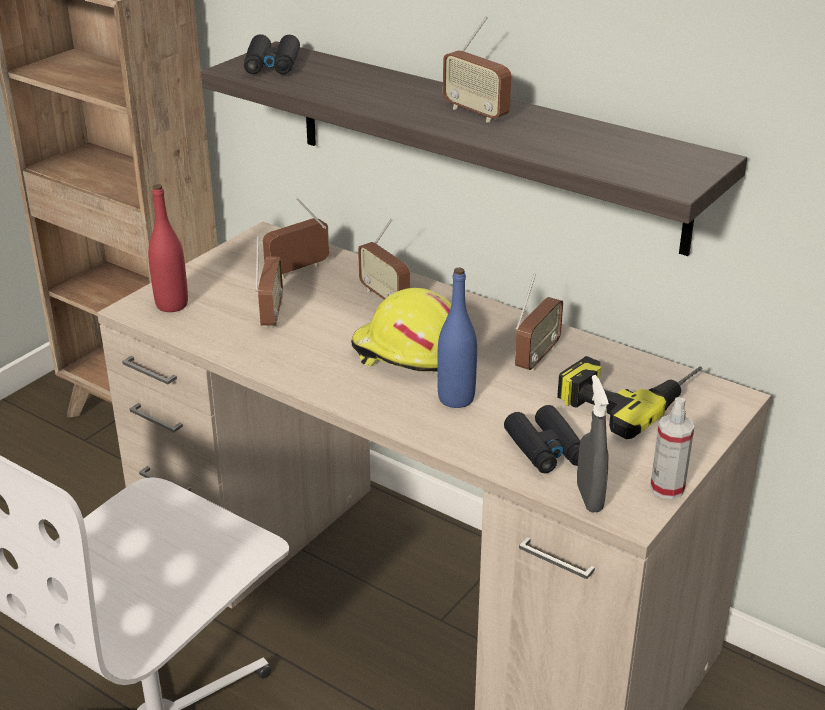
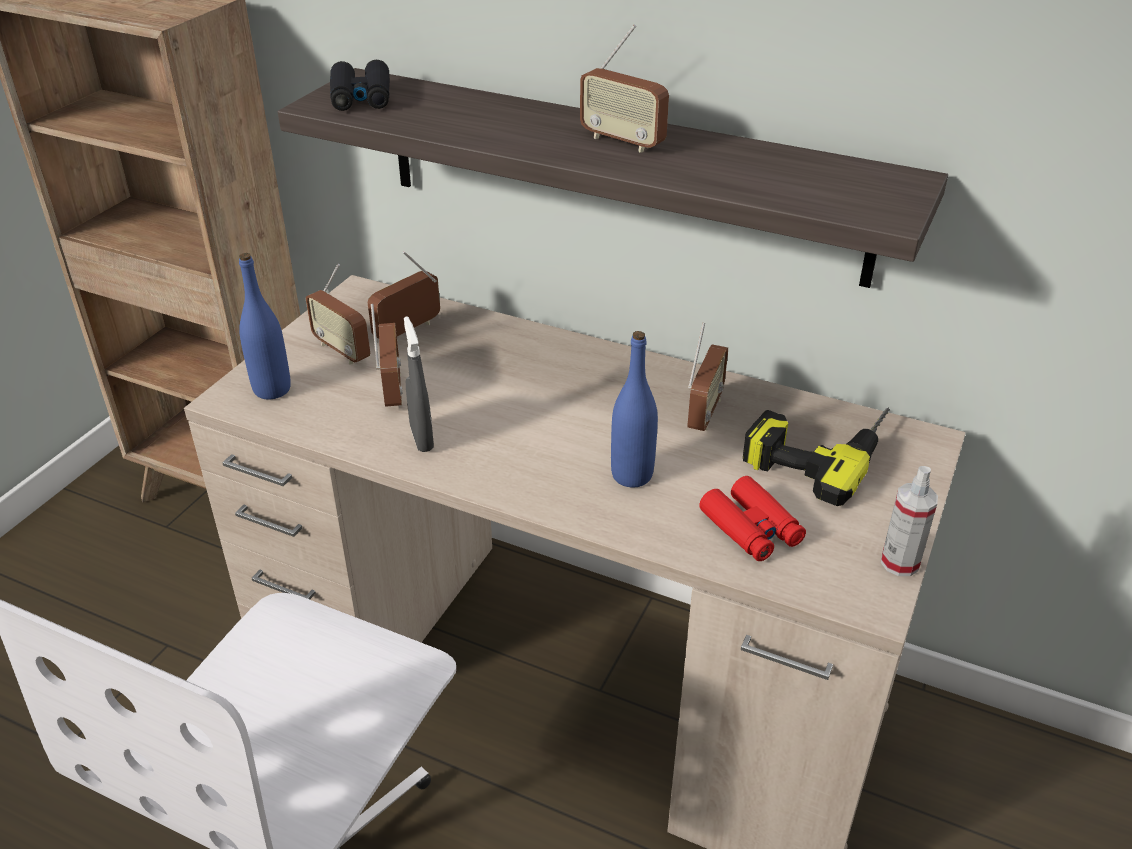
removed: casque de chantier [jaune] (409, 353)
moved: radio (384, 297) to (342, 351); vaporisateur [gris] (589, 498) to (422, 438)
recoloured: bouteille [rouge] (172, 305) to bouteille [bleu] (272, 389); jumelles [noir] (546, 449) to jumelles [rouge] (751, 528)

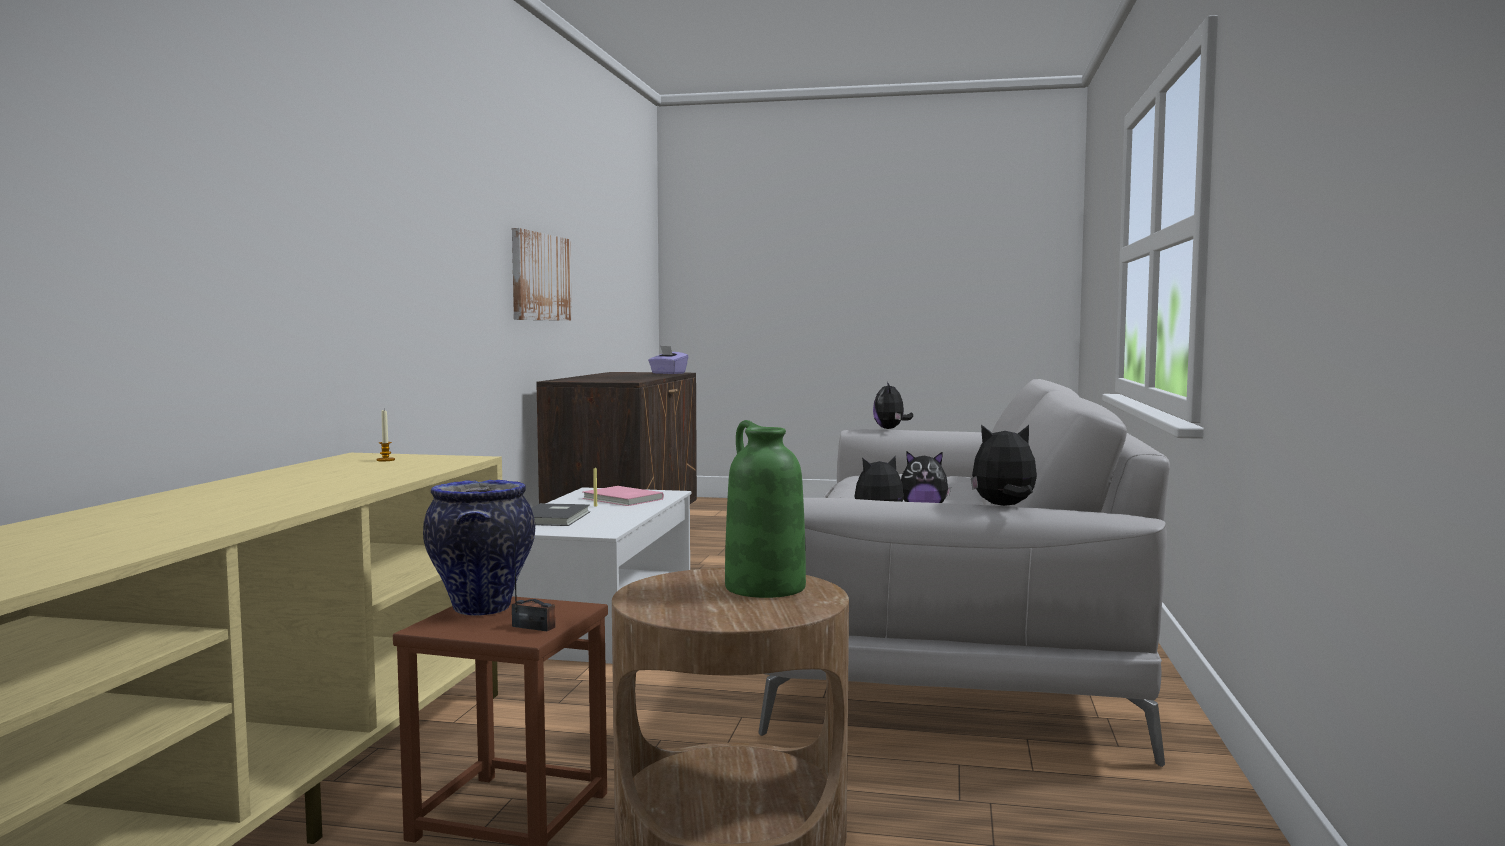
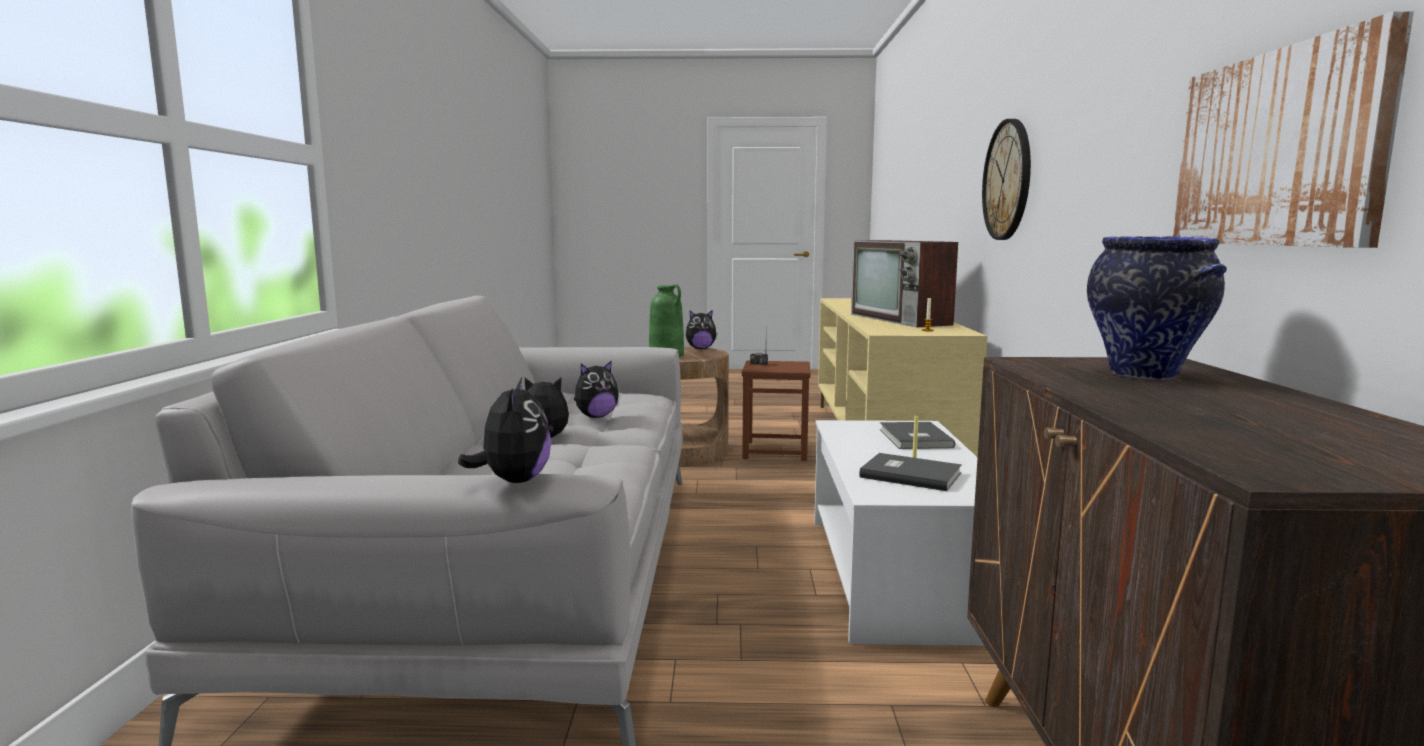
removed: boîte à mouchoirs [violet] (668, 373)
added: téléviseur (901, 320); horloge murale (1007, 180)
moved: peluche (1004, 506) to (700, 348); vase (481, 608) to (1145, 375)
recoloured: livre [rose] (622, 499) to livre [gris] (909, 474)

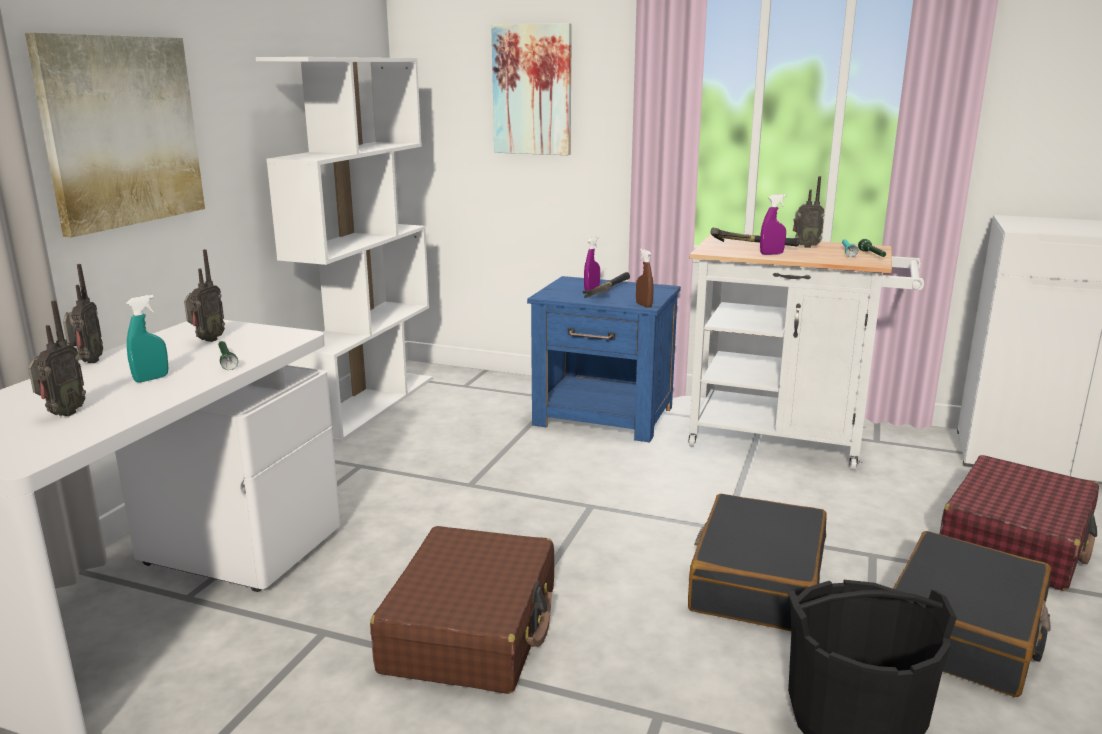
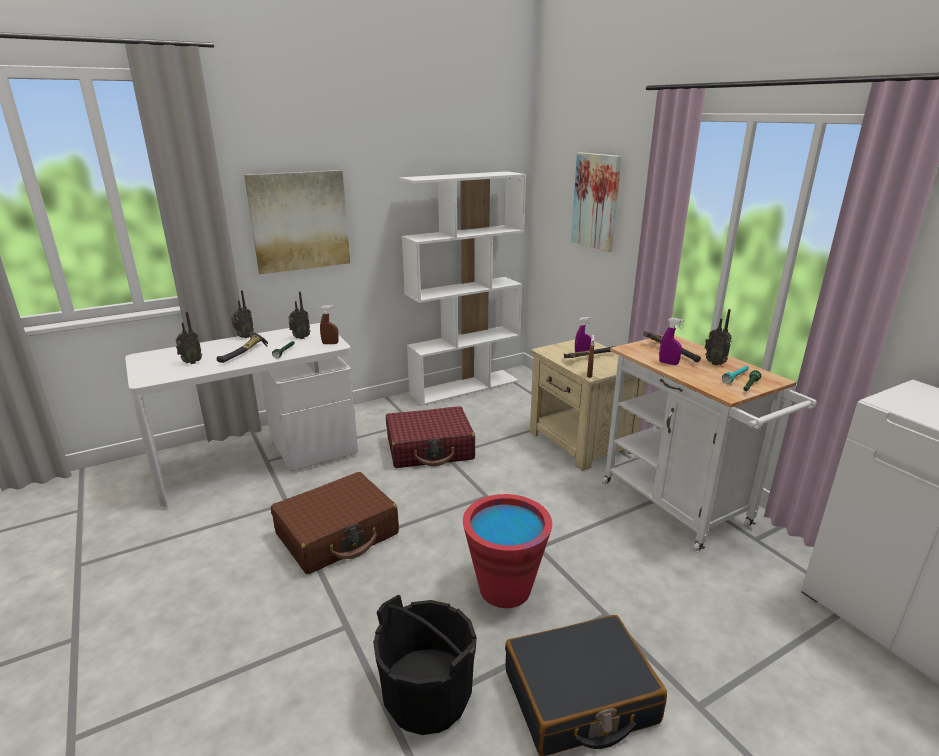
added: vaporisateur [marron] (330, 343)
moved: valise [rouge] (1015, 541) to (430, 449)
replaced: vaporisateur [turquoise] (151, 379) to marteau (245, 353); valise [noir] (756, 581) to seau [rouge] (505, 588)
recoloured: table de chevet [bleu] (605, 417) to table de chevet [beige] (581, 442)

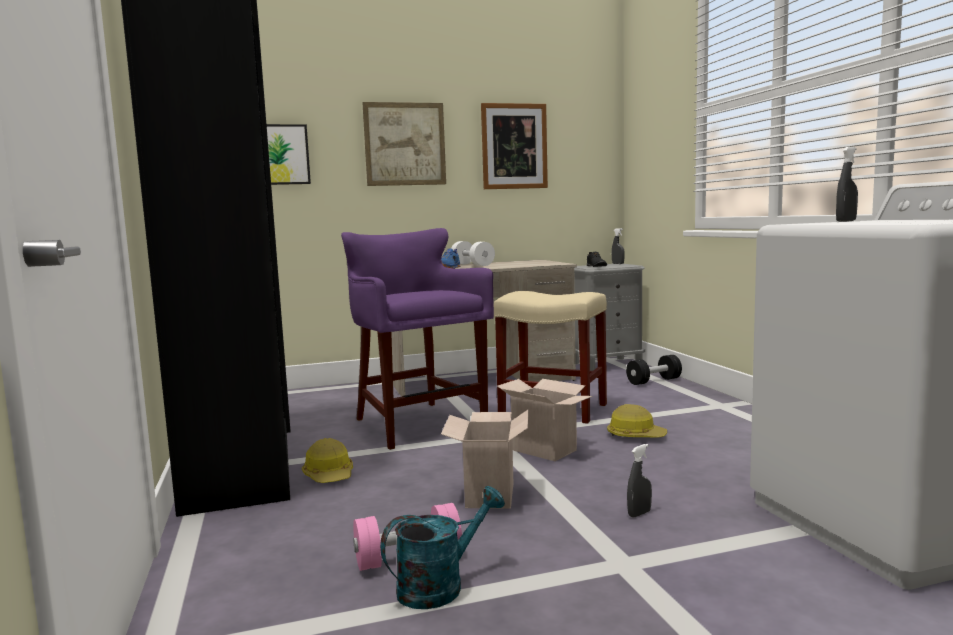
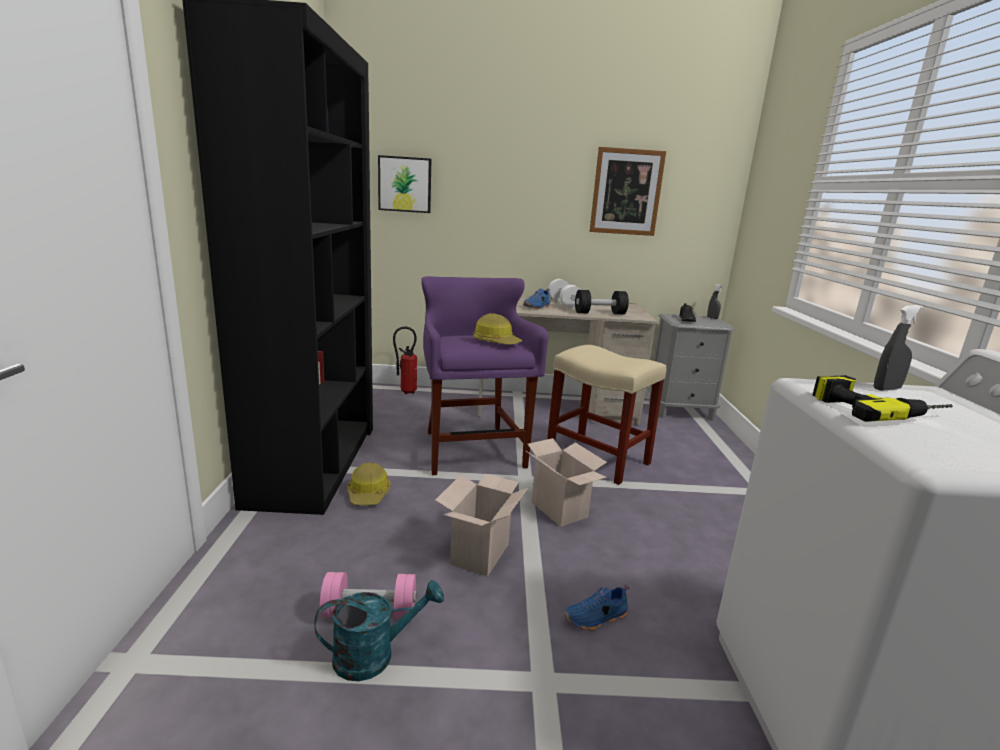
removed: tableau (405, 144)
added: extincteur (405, 392); perceuse (876, 408)
moved: casque de chantier (636, 436) to (496, 342); haltère [noir] (654, 381) to (600, 313)
replaced: vaporisateur [gris] (639, 513) to chaussure [bleu] (596, 618)

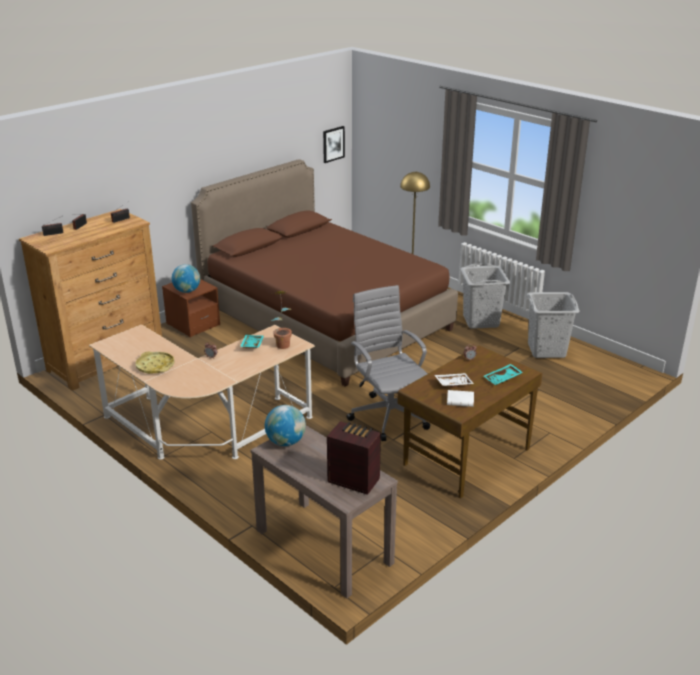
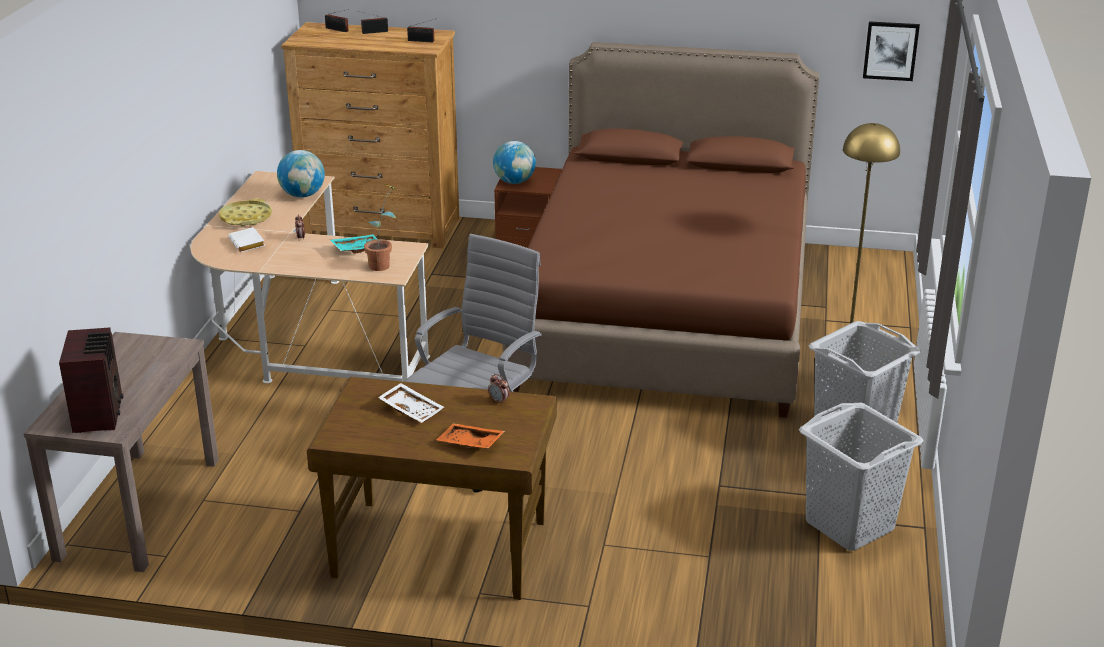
moved: livre [blanc] (461, 400) to (248, 244); globe (286, 442) to (302, 195)
recoloured: plateau [turquoise] (503, 379) to plateau [orange] (470, 444)

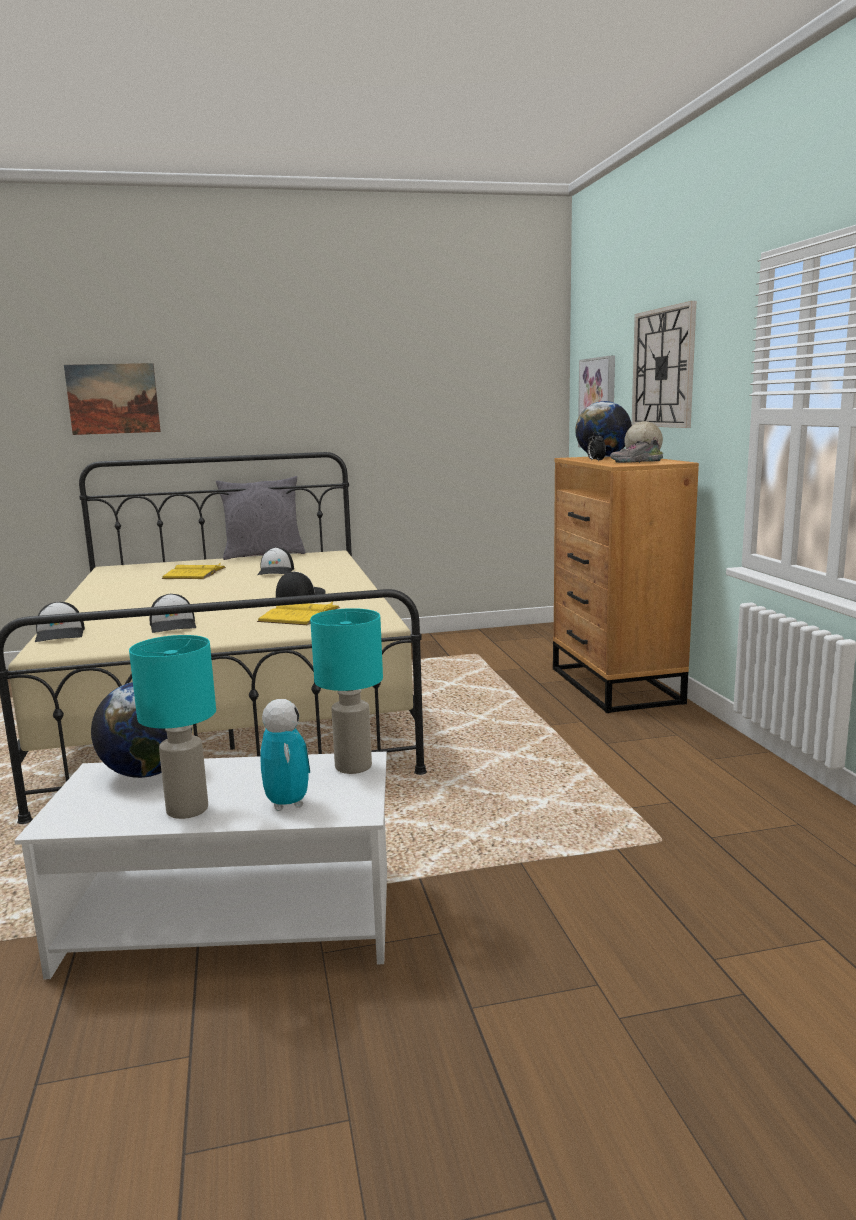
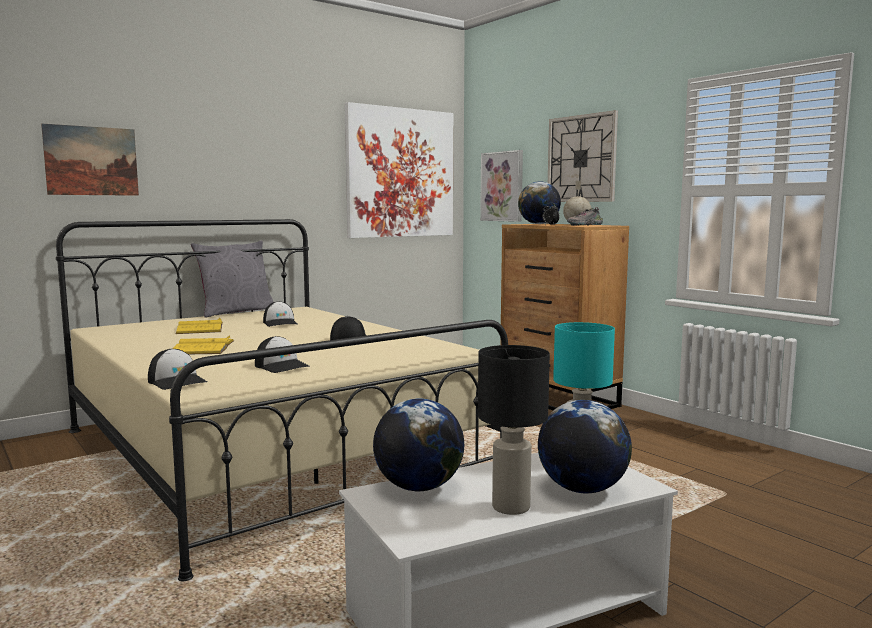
added: tableau (400, 173)
moved: livre [jaune] (299, 614) to (203, 347)
replaced: robot jouet (287, 804) to globe (582, 489)
recoloured: lampe de table [turquoise] (187, 809) to lampe de table [noir] (510, 507)

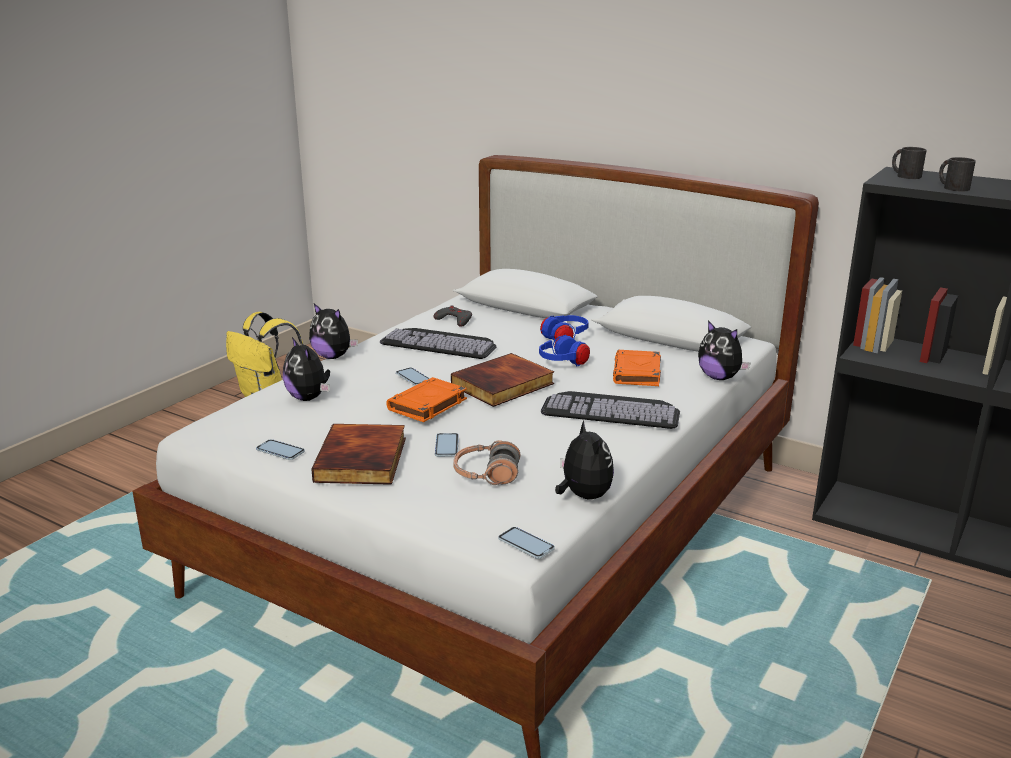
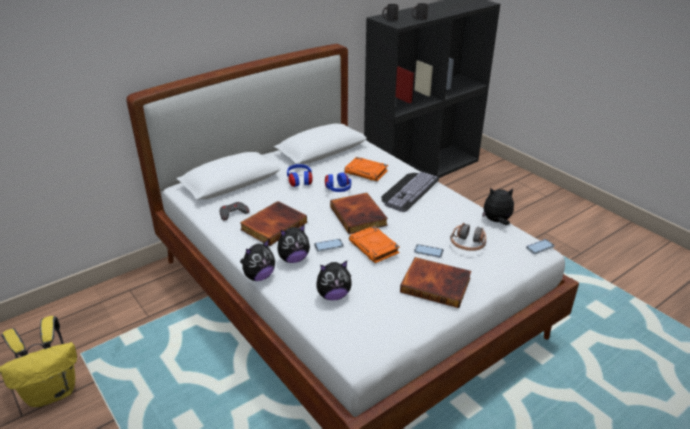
removed: téléphone (280, 451)
moved: peluche (719, 377) to (293, 259)
replaced: clavier (441, 343) to livre (273, 225)

